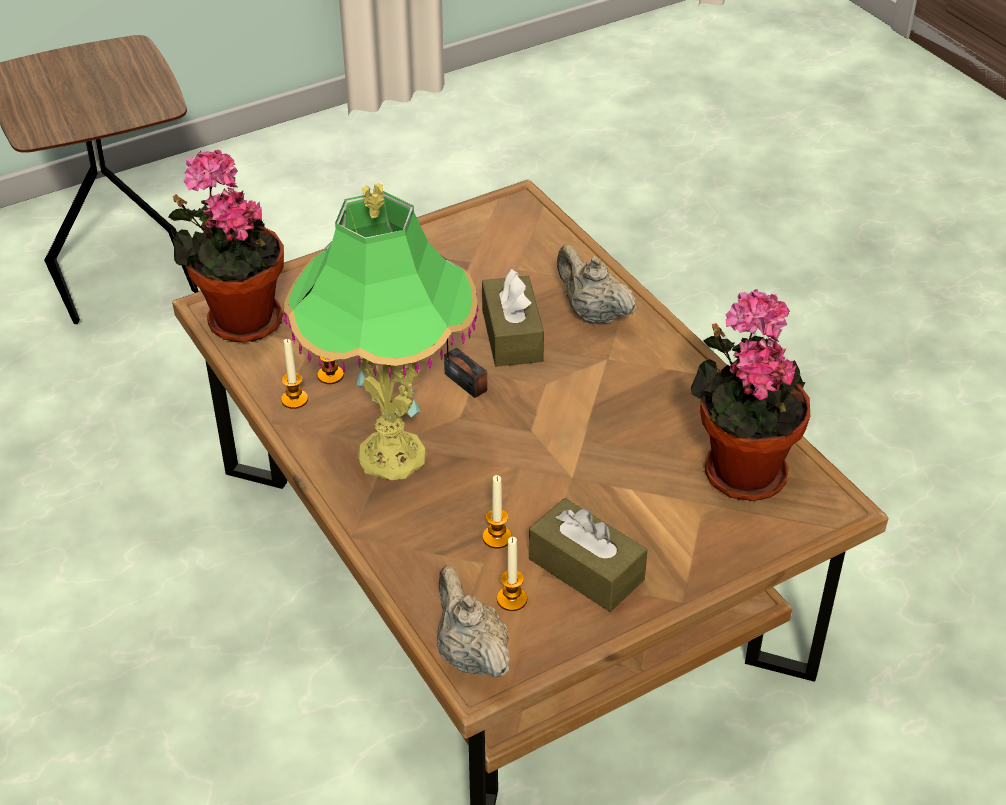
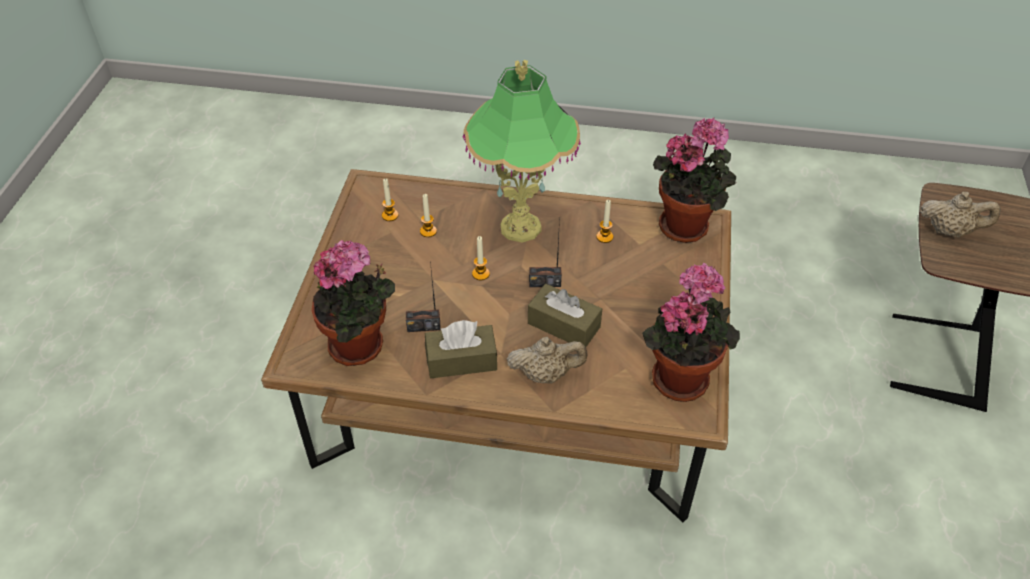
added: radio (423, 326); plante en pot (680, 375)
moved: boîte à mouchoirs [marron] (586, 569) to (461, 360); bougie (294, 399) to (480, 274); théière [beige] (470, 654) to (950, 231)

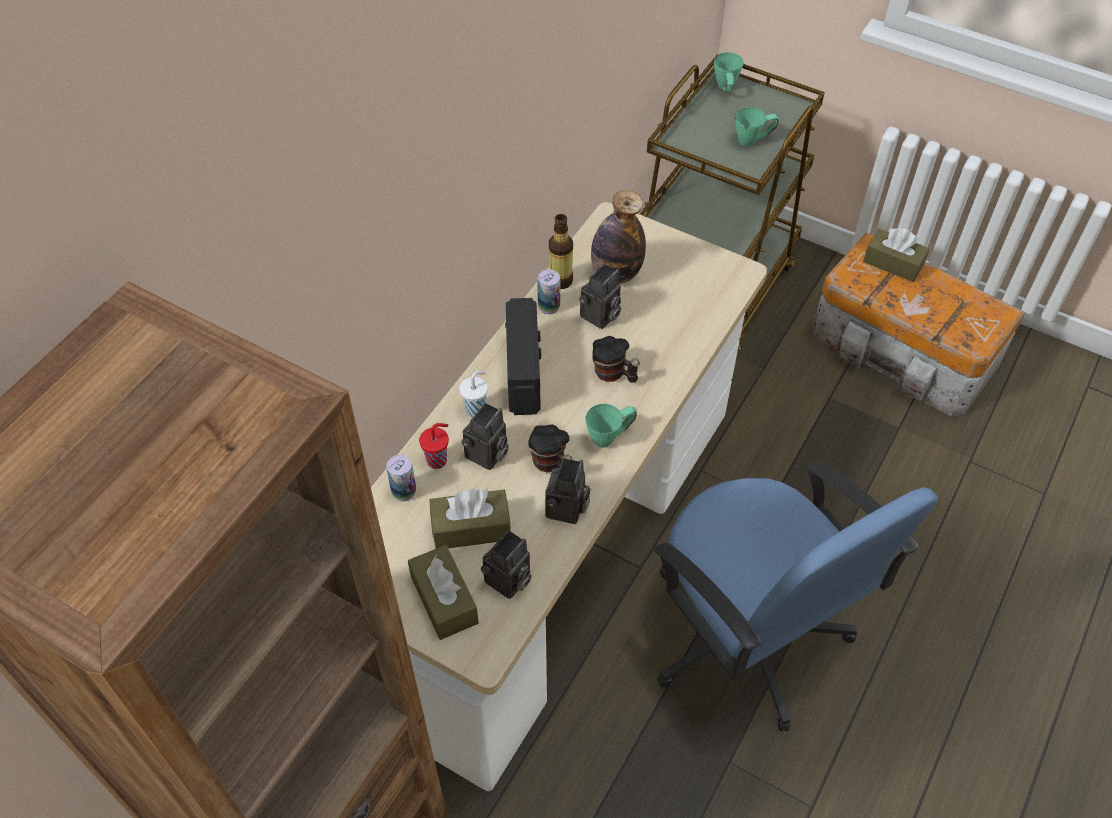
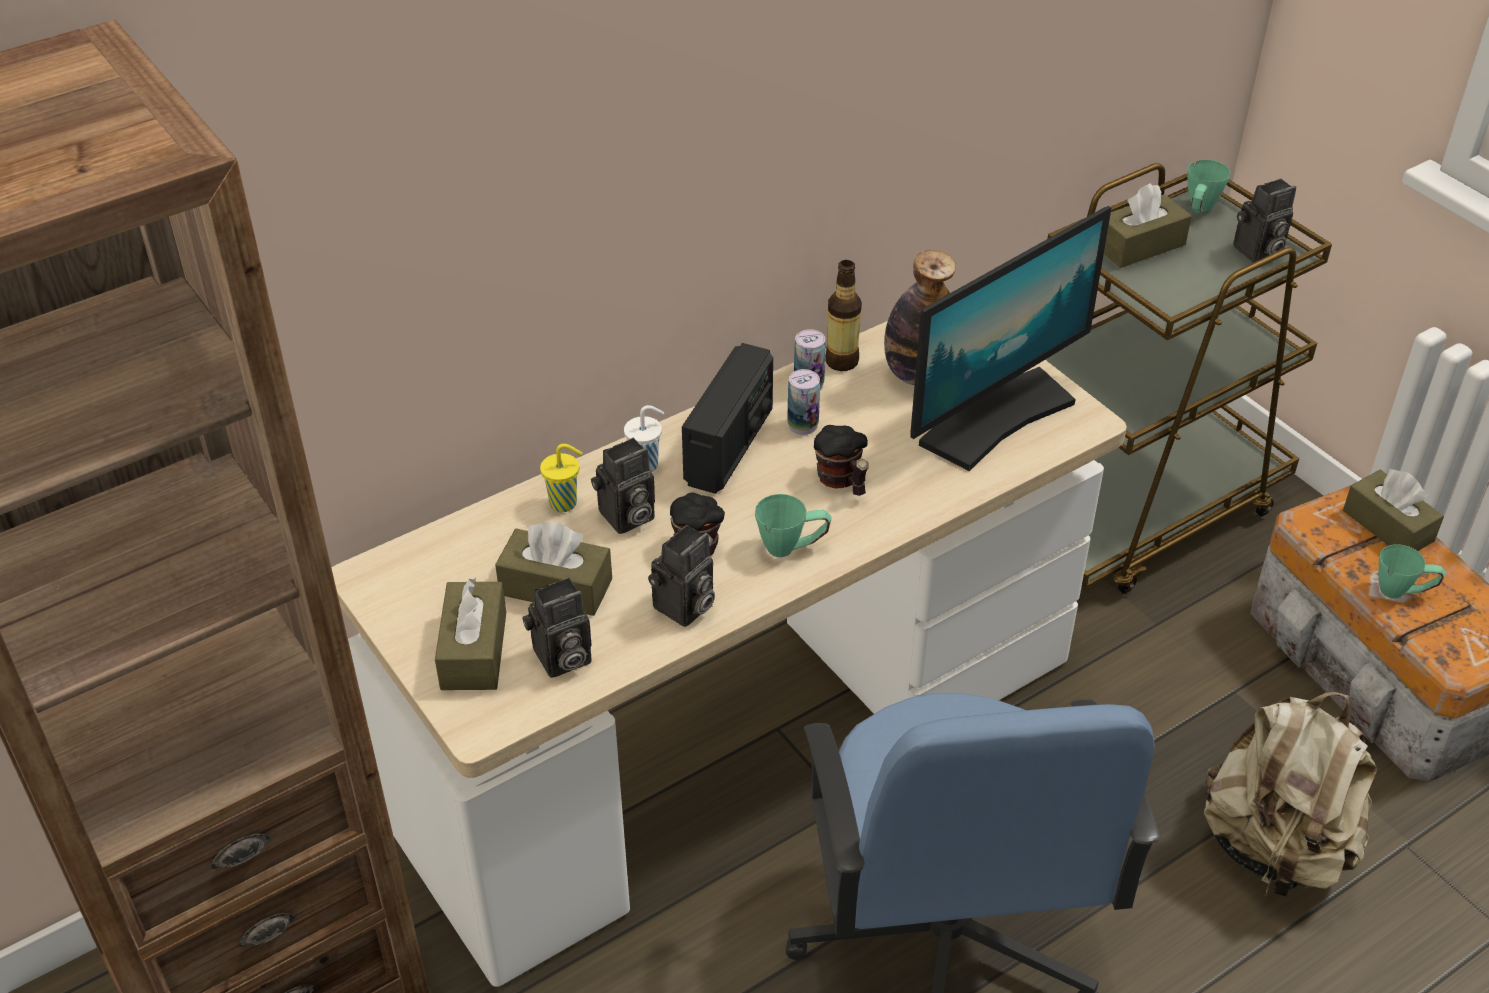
added: écran d'ordinateur (994, 417); boîte à mouchoirs [marron] (1139, 245); sac à dos [beige] (1275, 847)
moved: boîte métallique (404, 491) to (802, 425); appareil photo (600, 317) to (1257, 252); mug [vert] (753, 140) to (1402, 592)
recoloured: tasse [rouge] (438, 460) to tasse [jaune] (565, 503)

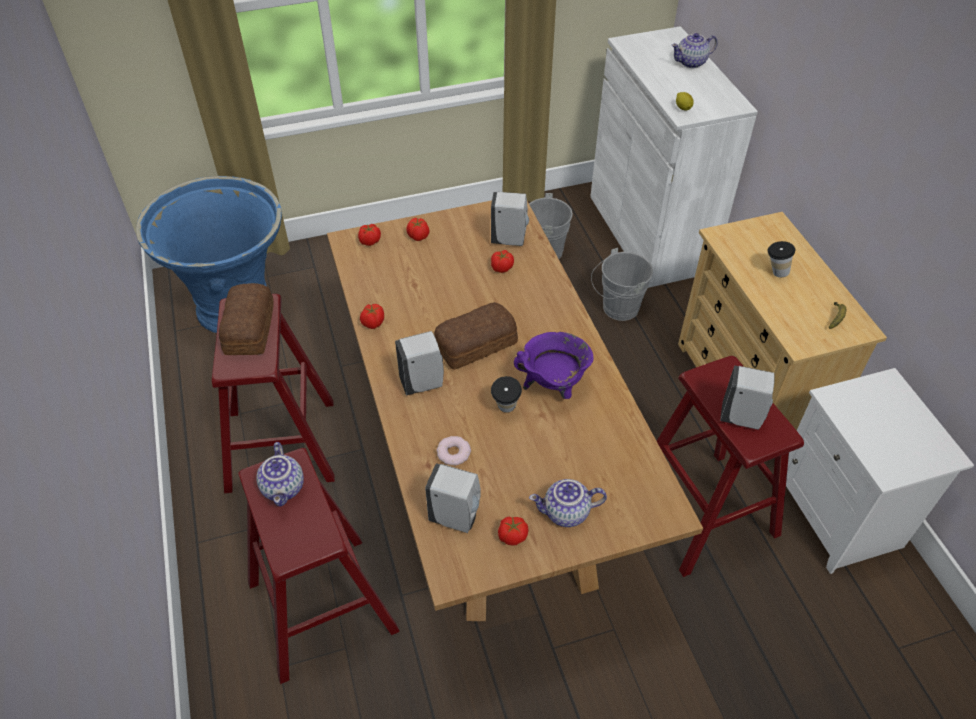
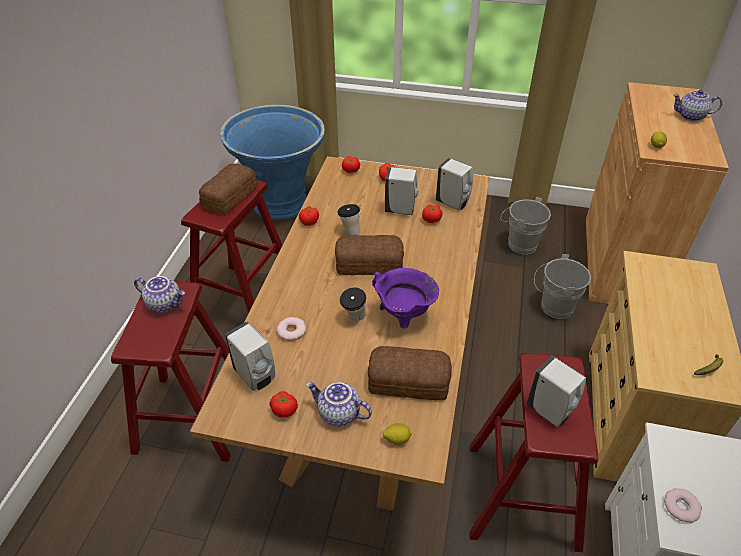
added: pain (409, 382); citron (397, 439); beignet (681, 507)
moved: tasse (774, 272) to (349, 231); distributeur de savon [blanc] (423, 383) to (401, 210)
recoloured: meuble de rangement [blanc] (649, 233) to meuble de rangement [marron] (619, 261)
turned: théière (284, 488) = (165, 303) 90 degrees counterclockwise

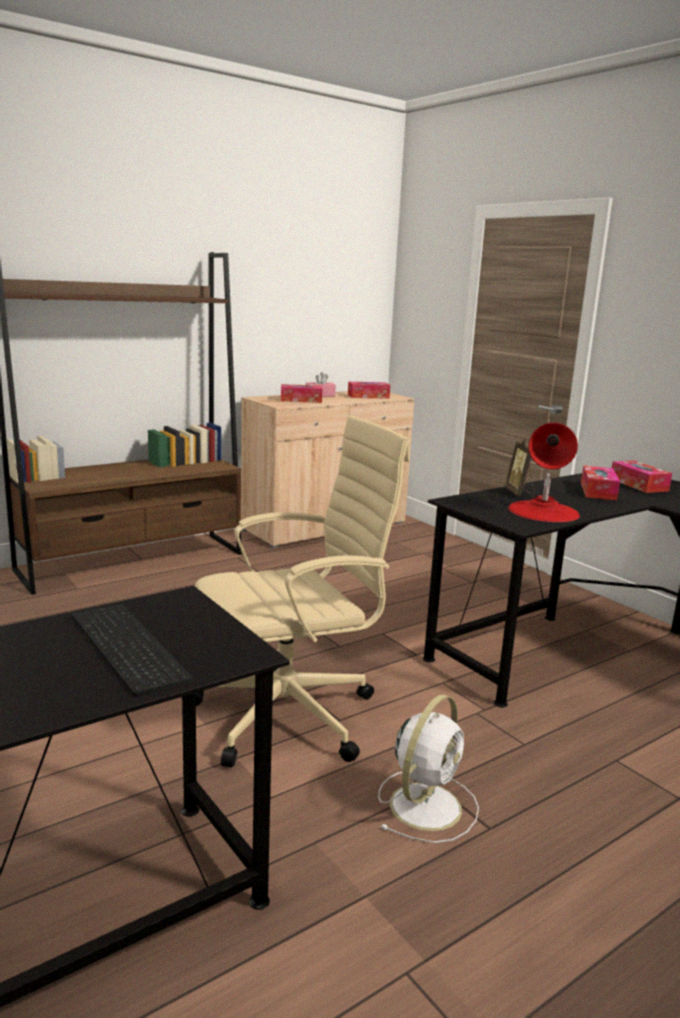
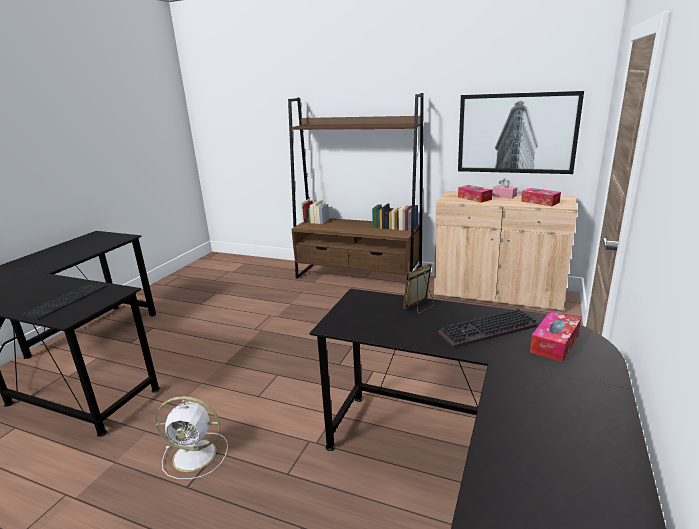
removed: chaise de bureau [beige] (291, 714); lampe de table [rouge] (543, 511)
added: tableau (516, 133)
replaced: boîte à mouchoirs (598, 491) to clavier (487, 331)

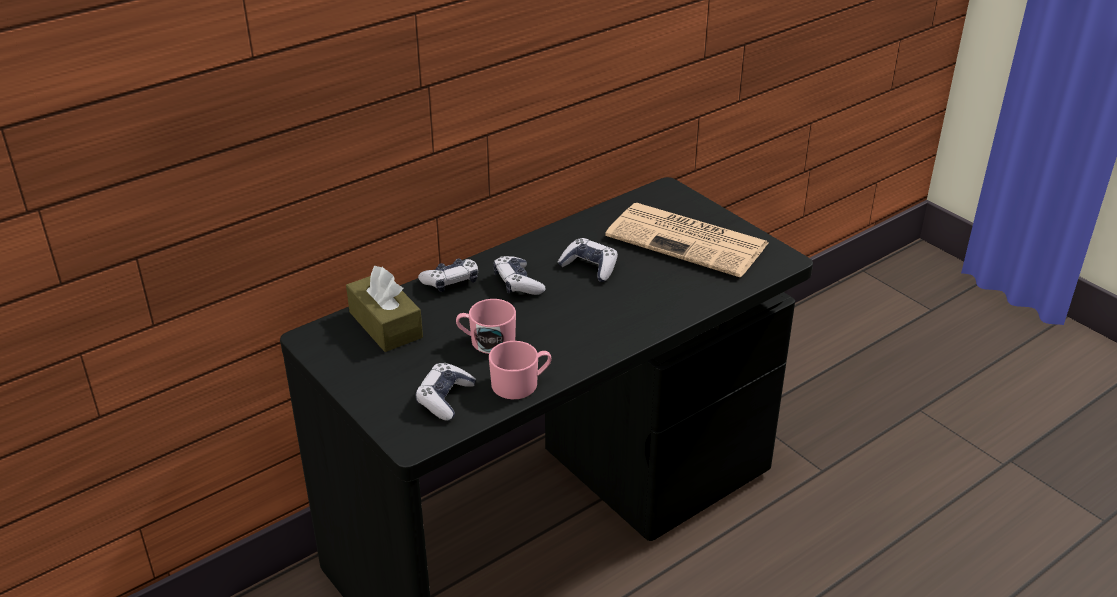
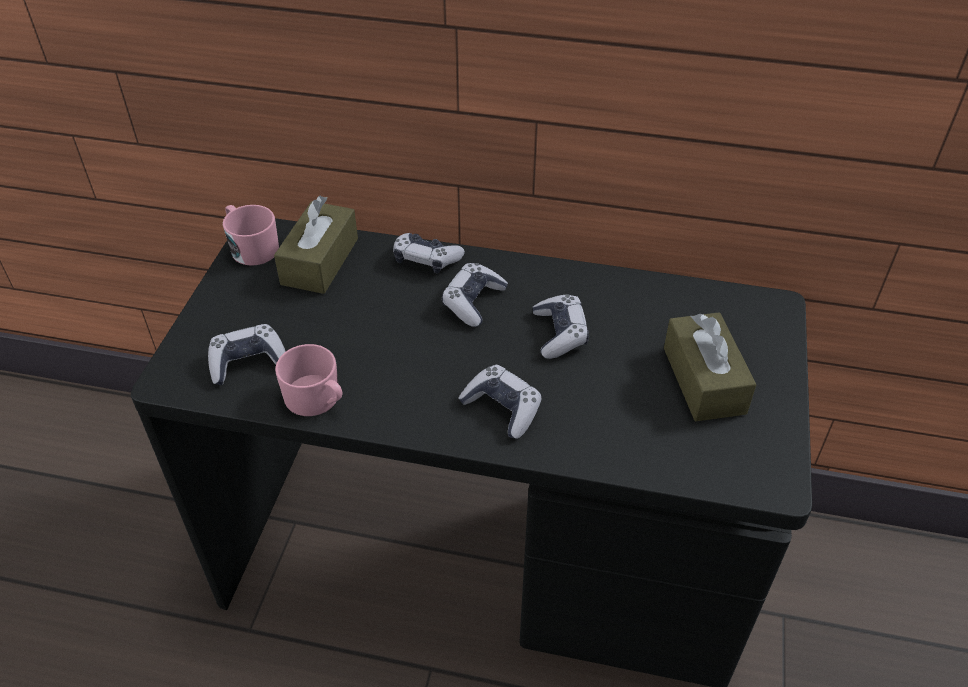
added: manette (502, 408)
moved: mug [rose] (487, 341) to (251, 247)
replaced: journal (689, 241) to boîte à mouchoirs [marron] (704, 380)

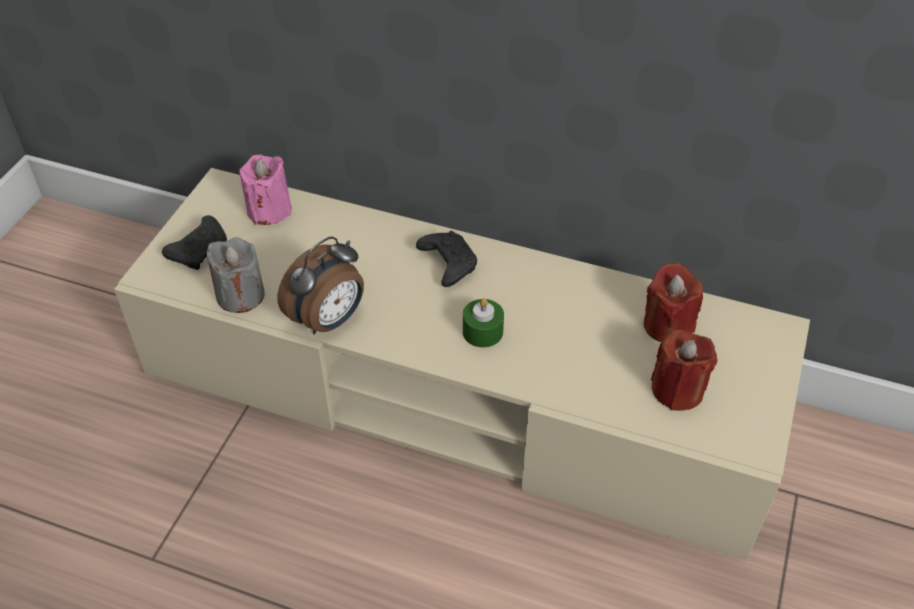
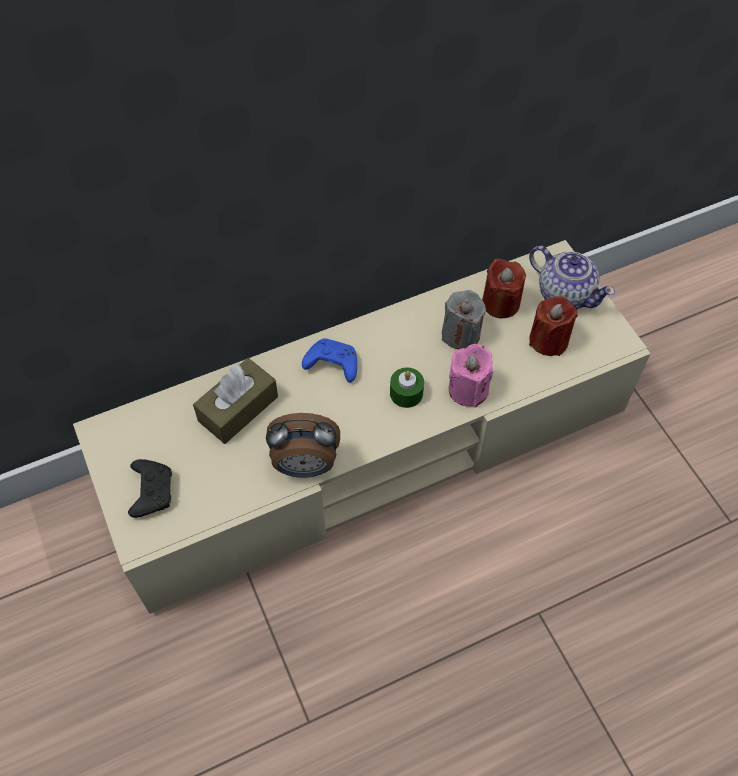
added: boîte à mouchoirs [marron] (238, 409); théière (564, 294)
moved: bougie [gris] (240, 295) to (461, 334); bougie [rose] (269, 210) to (468, 389)
recoloured: manette [noir] (447, 264) to manette [bleu] (331, 365)
turned: réveil (329, 320) = (305, 465) 90 degrees clockwise

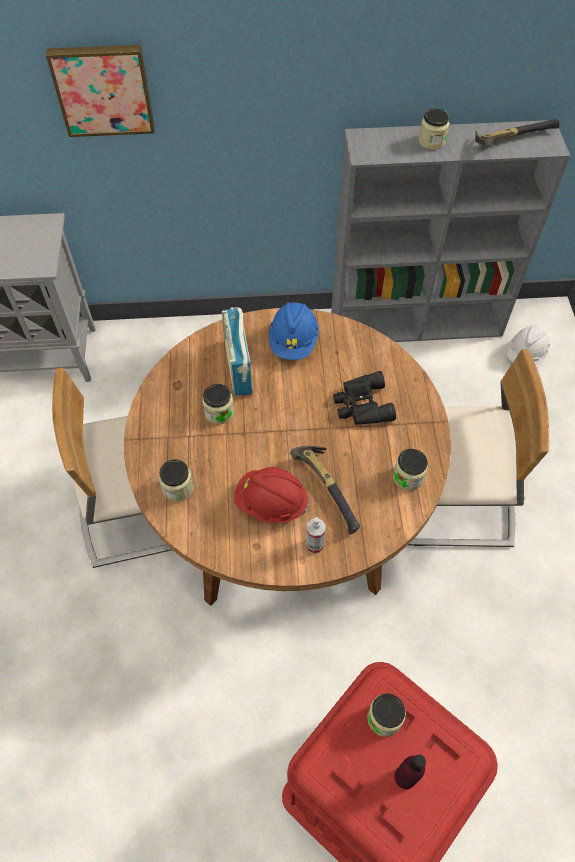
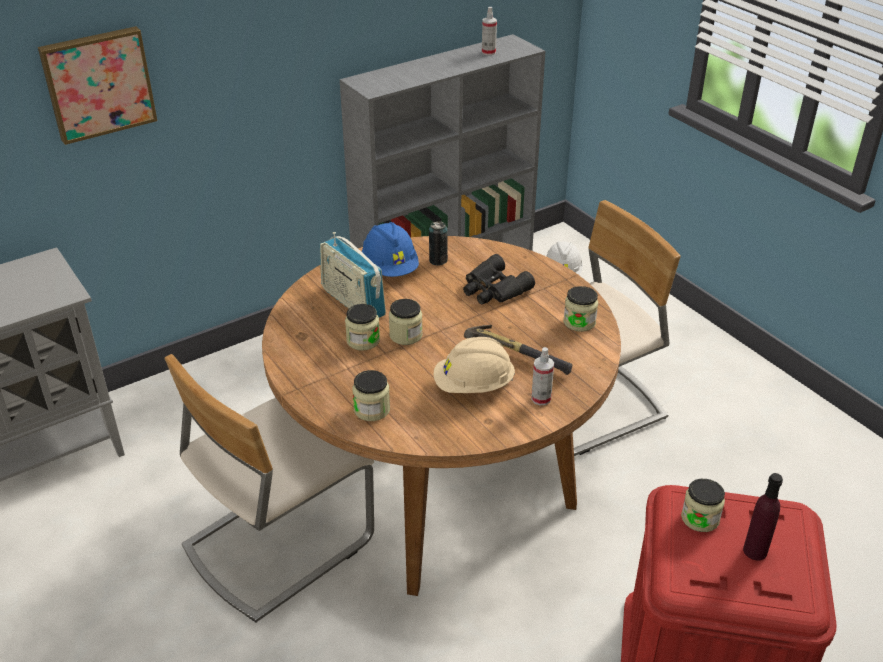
added: boîte métallique (438, 260)
moved: bocal (432, 141) to (406, 335)
replaced: marteau (510, 139) to vaporisateur (488, 52)
recoloured: casque de chantier [rouge] (271, 503) to casque de chantier [beige] (473, 386)

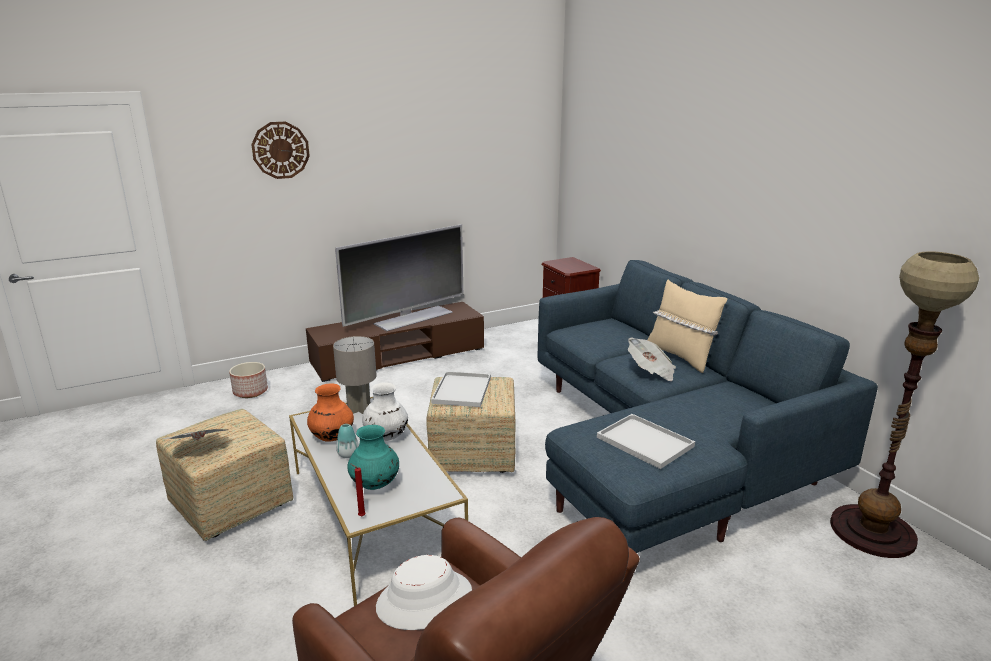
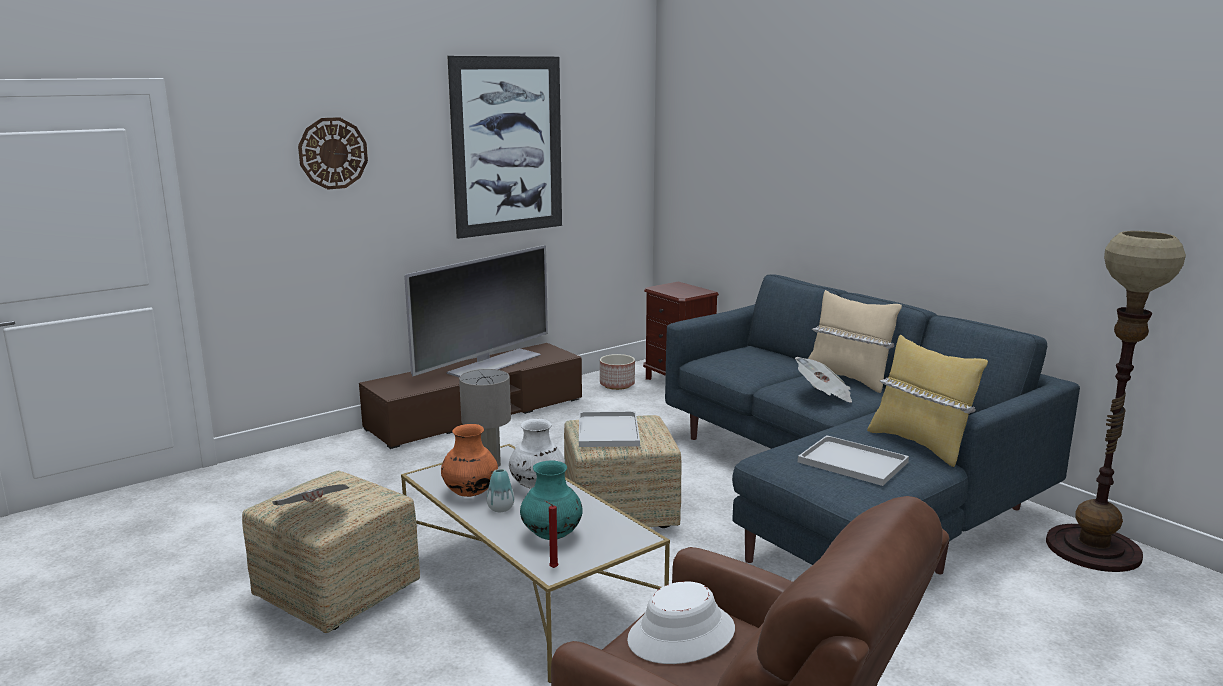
added: tableau (507, 146); coussin [jaune] (920, 444)
moved: cache-pot (250, 392) to (617, 385)

